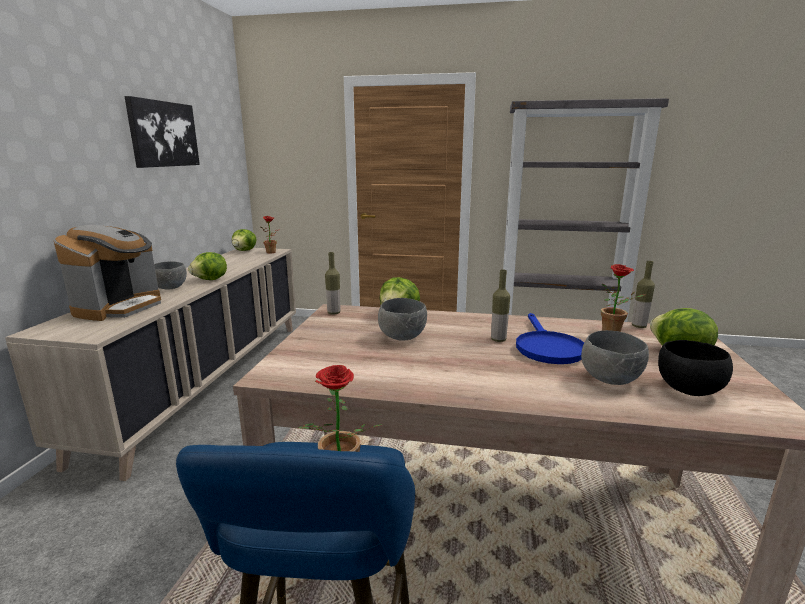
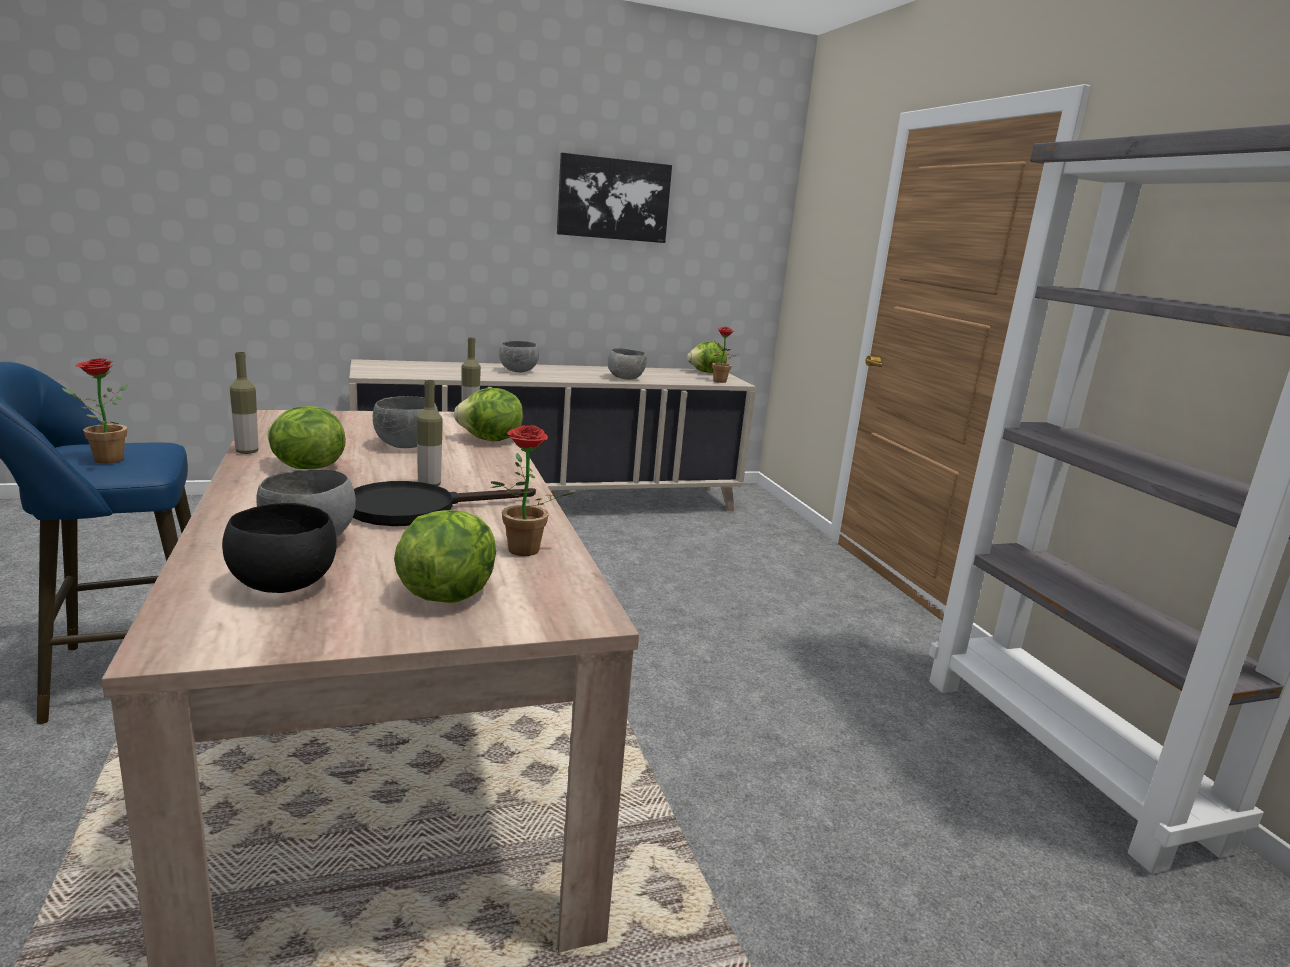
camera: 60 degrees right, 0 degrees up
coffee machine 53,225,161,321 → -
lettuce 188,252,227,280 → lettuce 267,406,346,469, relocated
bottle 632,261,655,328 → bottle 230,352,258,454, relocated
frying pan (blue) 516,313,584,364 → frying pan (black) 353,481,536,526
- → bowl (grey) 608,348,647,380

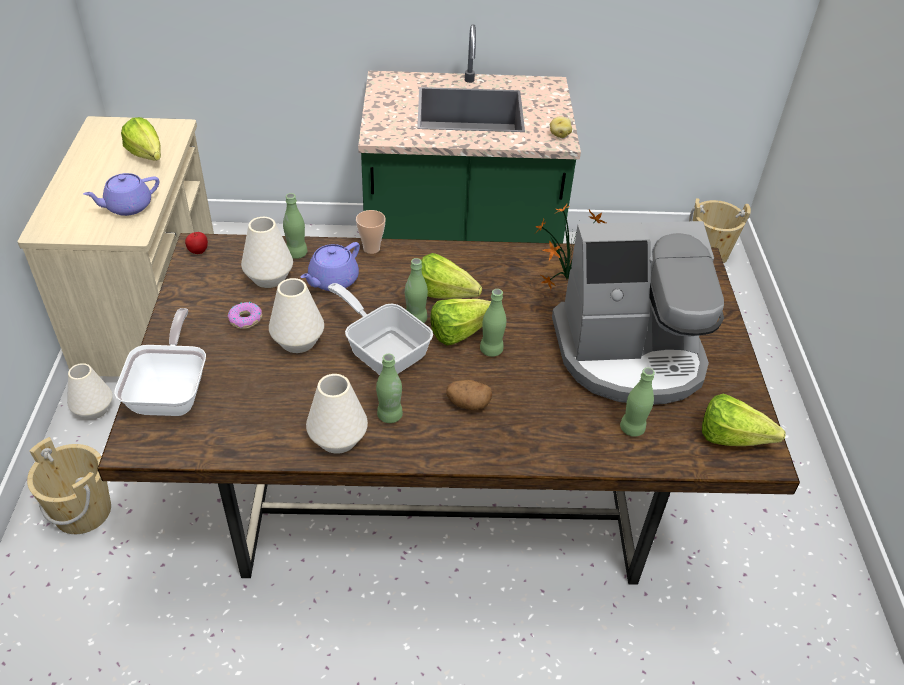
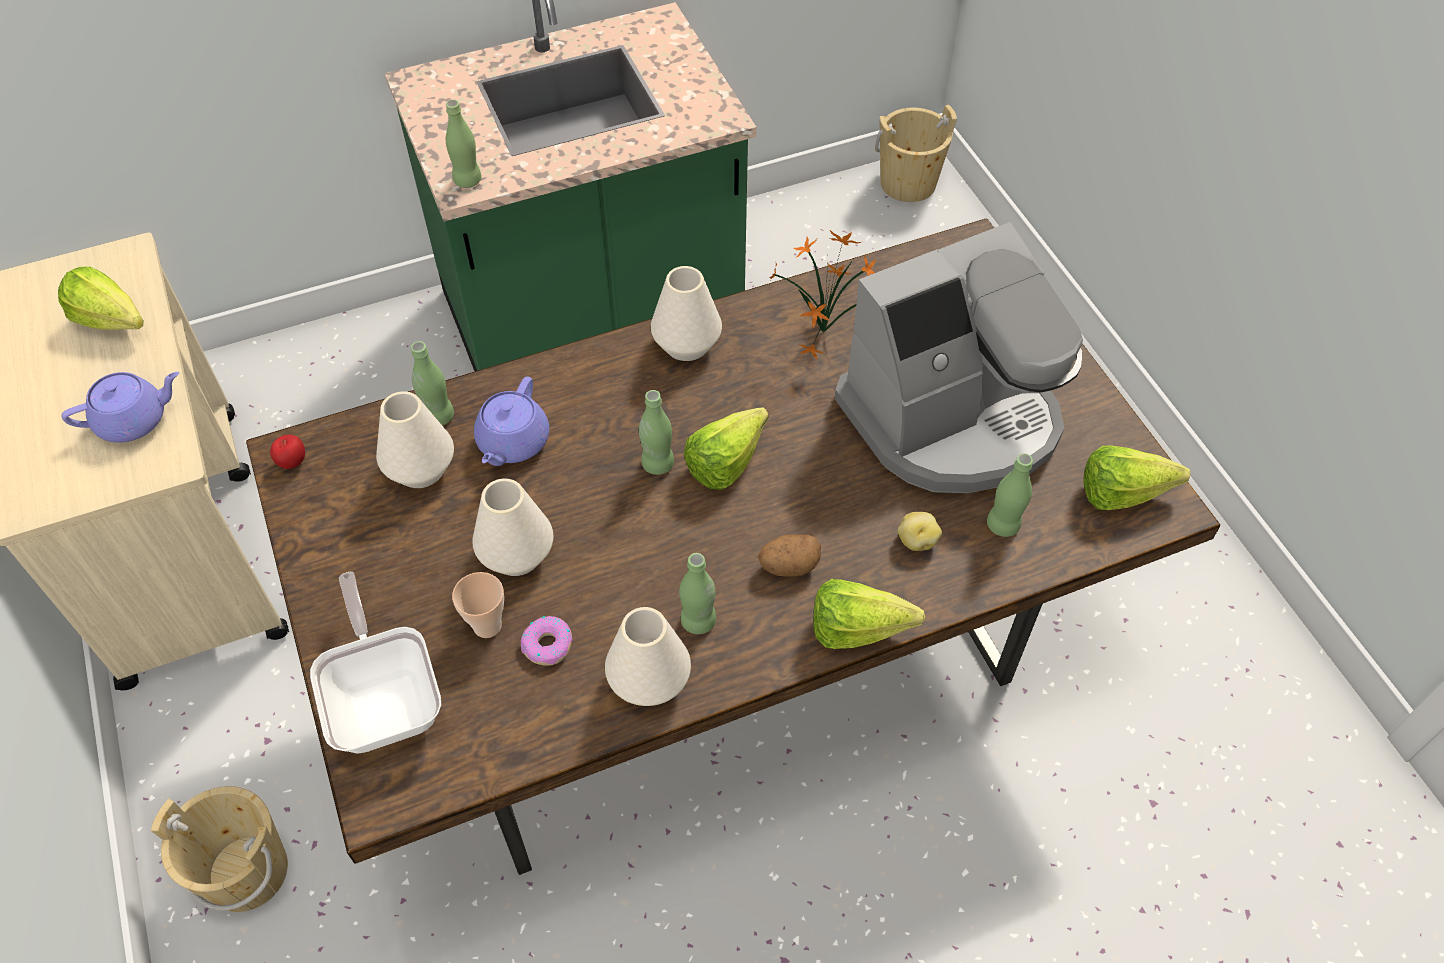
camera: 20 degrees left, 10 degrees up
potato 550,117,572,138 → potato 897,512,942,551, relocated
teapot (purple) 83,173,159,216 → teapot (purple) 61,372,179,443, 150 degrees counterclockwise
cup 356,210,386,254 → cup 452,572,504,638, relocated
lettuce 421,253,482,299 → lettuce 813,579,925,649, relocated
frying pan 328,283,433,375 → -
bottle (green) 480,289,506,357 → bottle (green) 446,99,482,188, relocated
donut 228,301,262,329 → donut 521,616,573,666, relocated
vase (white) 67,363,113,420 → vase (white) 651,266,722,361, relocated

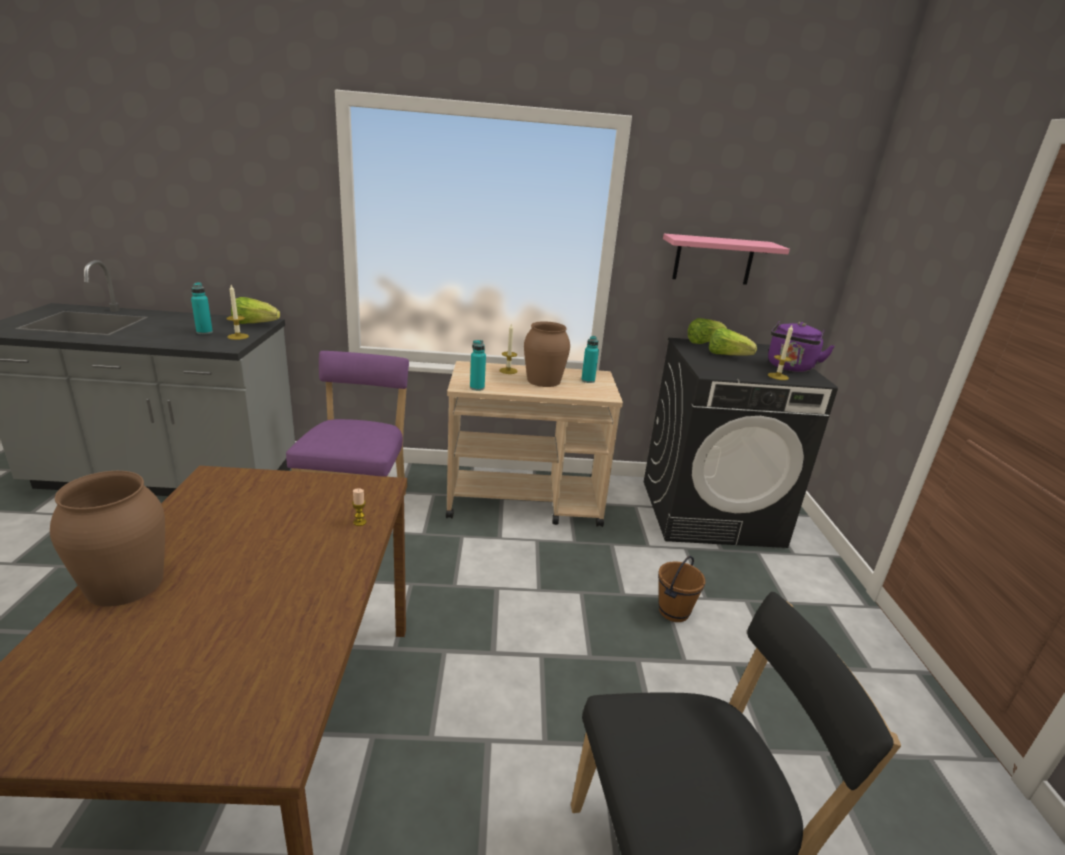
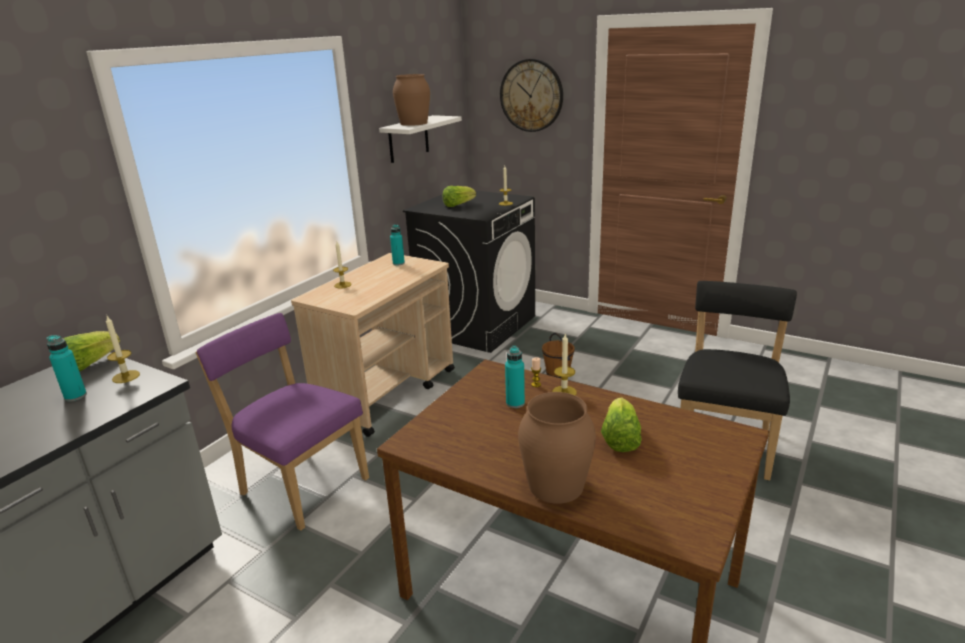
camera: 55 degrees left, 0 degrees up
shelf (pink) 663,234,790,285 → shelf (white) 379,115,462,163
lettuce 688,318,727,344 → lettuce 601,397,642,452, relocated
vase (brown) 524,321,570,387 → vase (brown) 393,74,430,126, relocated
kettle (purple) 768,321,835,372 → -
bottle (turquoise) 470,340,486,391 → bottle (turquoise) 505,346,525,408, relocated
- → wall clock 500,59,563,132
- → candle 552,333,577,395

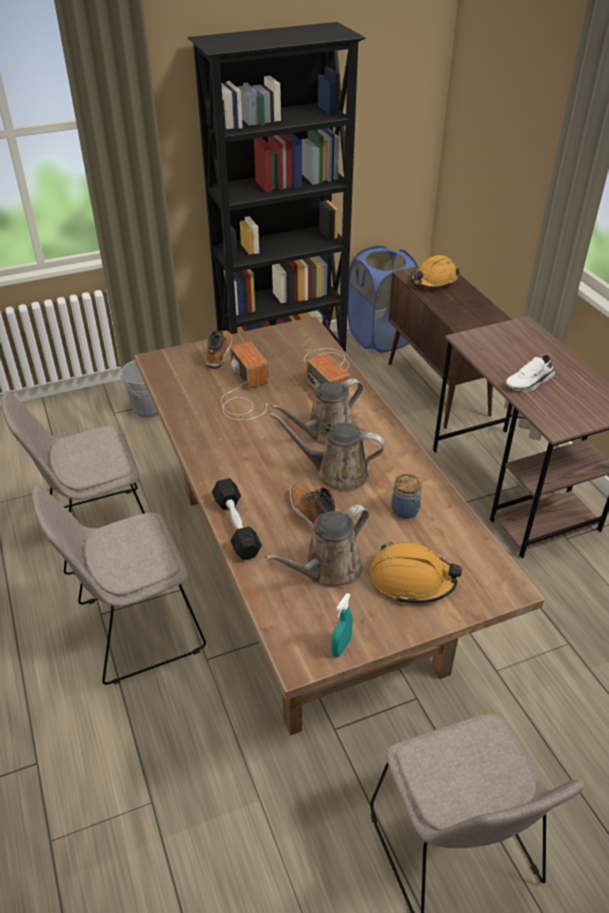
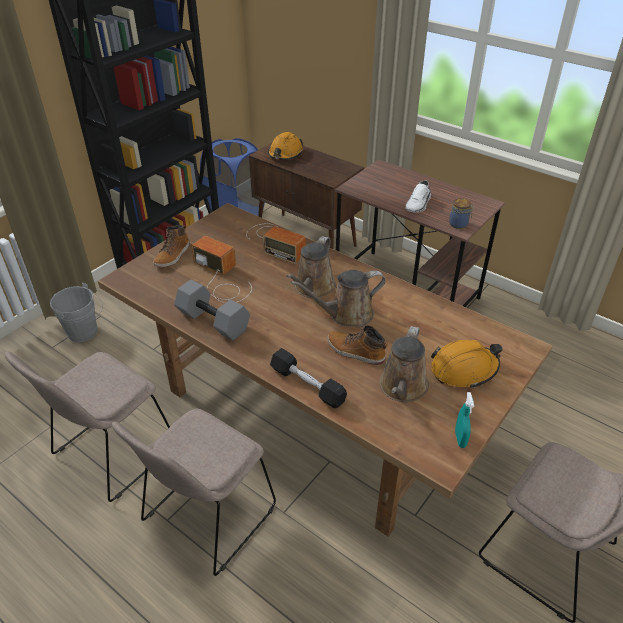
camera: 30 degrees left, 0 degrees up
boot 206,331,232,369 → boot 153,225,190,267, 135 degrees counterclockwise
jar 391,474,422,519 → jar 449,198,473,229, relocated
- → dumbbell (grey) 174,279,250,341

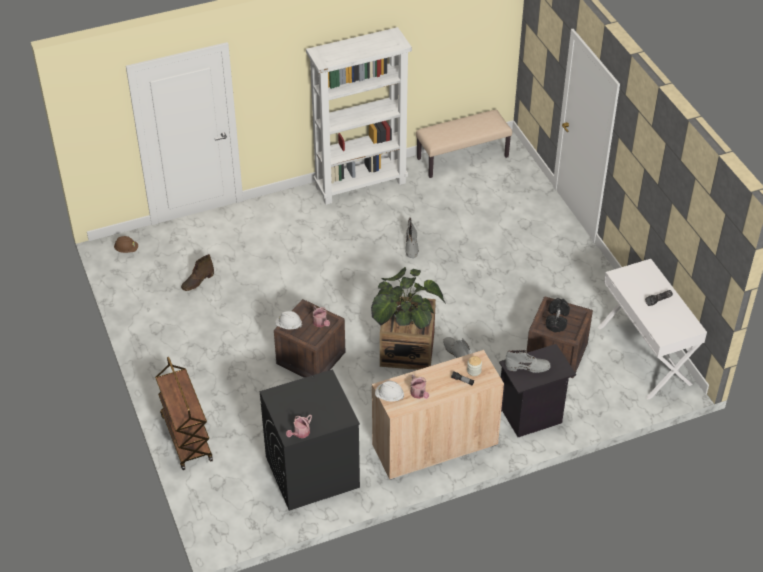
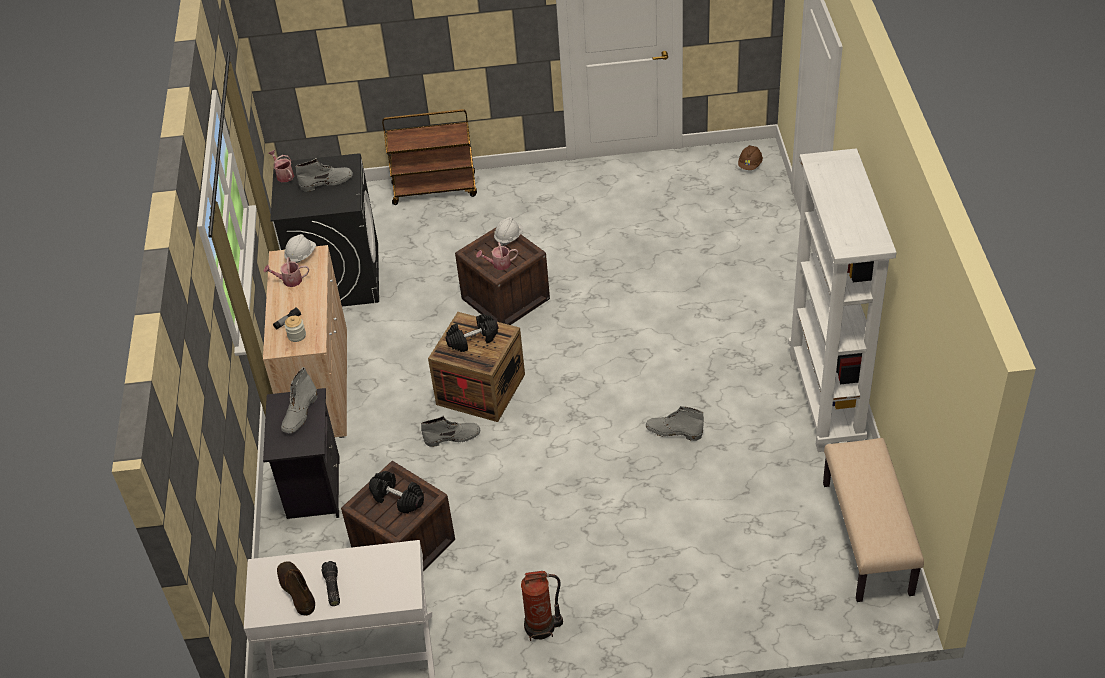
camera: 110 degrees right, 0 degrees up
boot (brown) 181,254,214,291 → boot (brown) 277,561,315,616, relocated
potted plant 371,267,445,329 → dumbbell (black) 445,314,498,352
- → boot (grey) 295,158,353,192
- → fire extinguisher 521,571,563,641

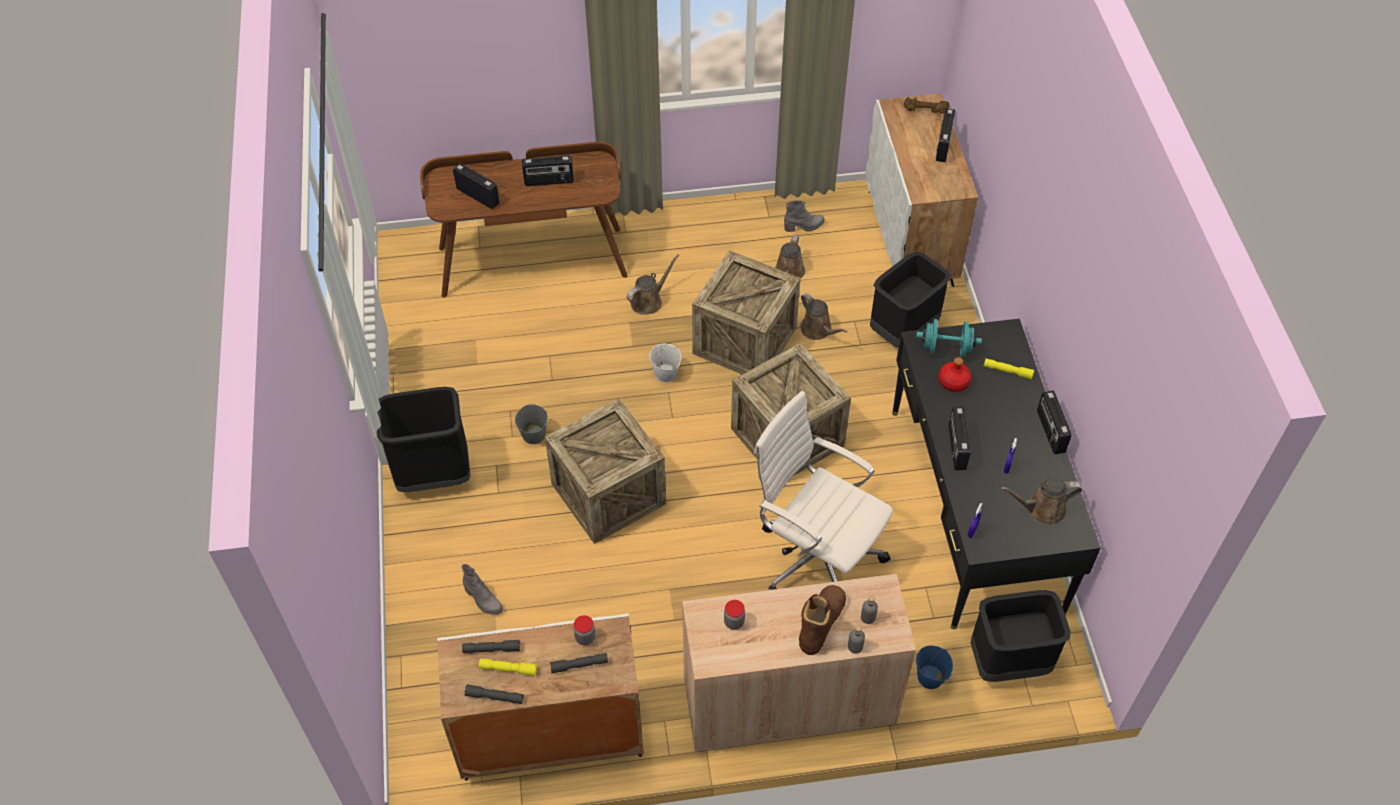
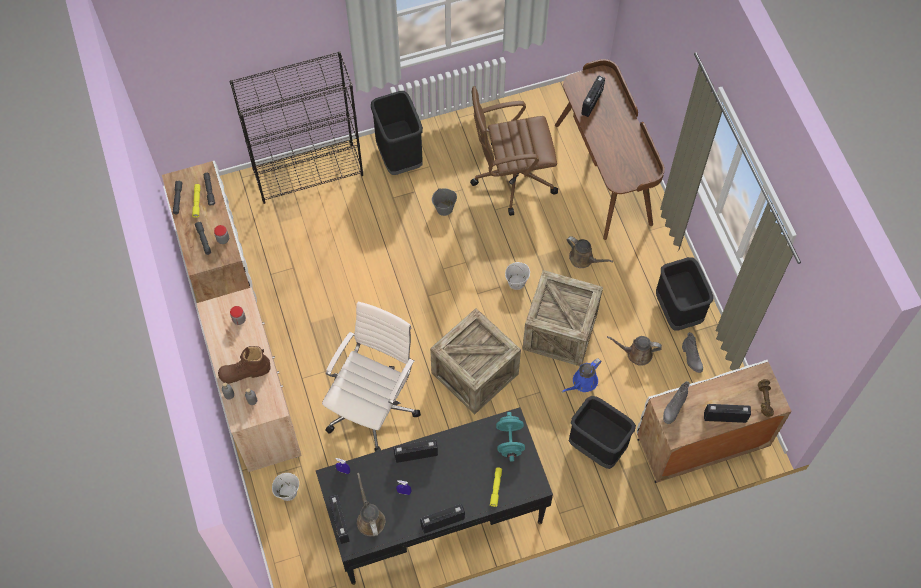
camera: 80 degrees right, 10 degrees up
radio 522,155,574,186 → radio 329,494,350,544, relocated
watering can (brown) 800,293,847,340 → watering can (blue) 562,358,602,393
bottle (red) 938,357,972,392 → -
crate 545,398,666,544 → -
boot (grey) 461,564,503,615 → boot (grey) 663,381,690,424, relocated
boot (brown) 799,585,846,655 → boot (brown) 218,346,271,384, 150 degrees clockwise
trash can (black) 971,590,1071,682 → trash can (black) 656,257,713,331, relocated
bucket (blue) 916,645,953,689 → bucket (white) 272,473,299,501
- → bookcase (black) 230,51,363,204
- → office chair (brown) 470,86,558,216

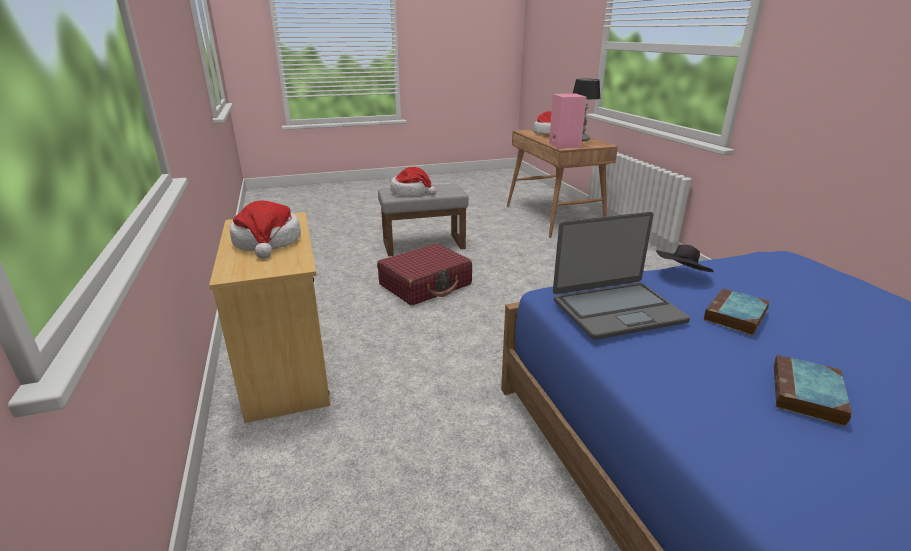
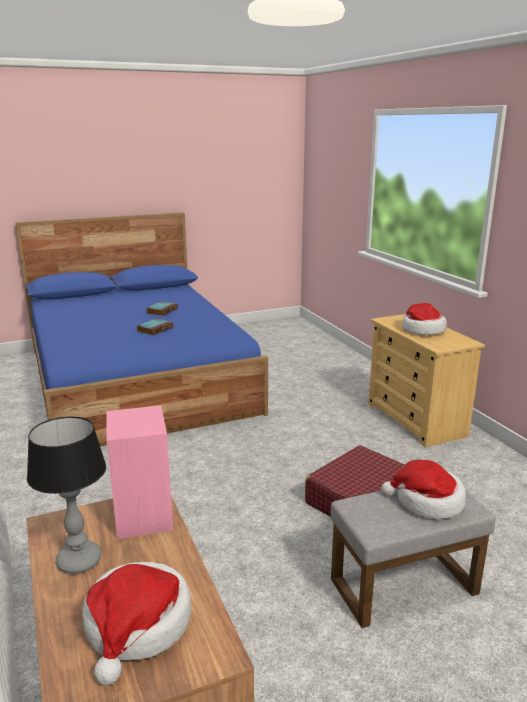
camera: 175 degrees right, 5 degrees down
laptop 553,212,690,340 → -
hat (black) 656,245,713,272 → -

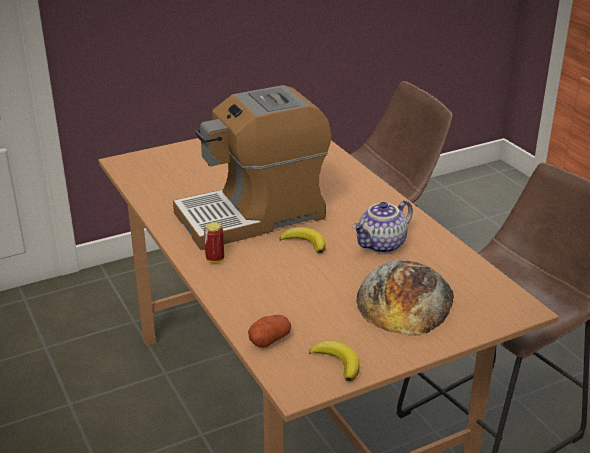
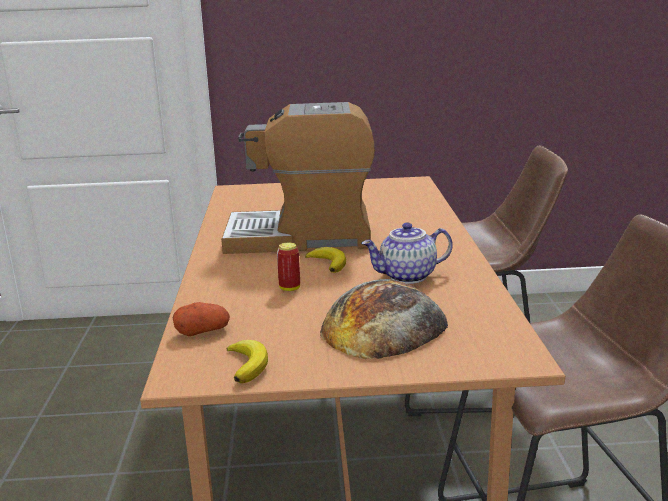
camera: 25 degrees right, 10 degrees down
can 204,222,224,263 → can 277,243,300,291, relocated

